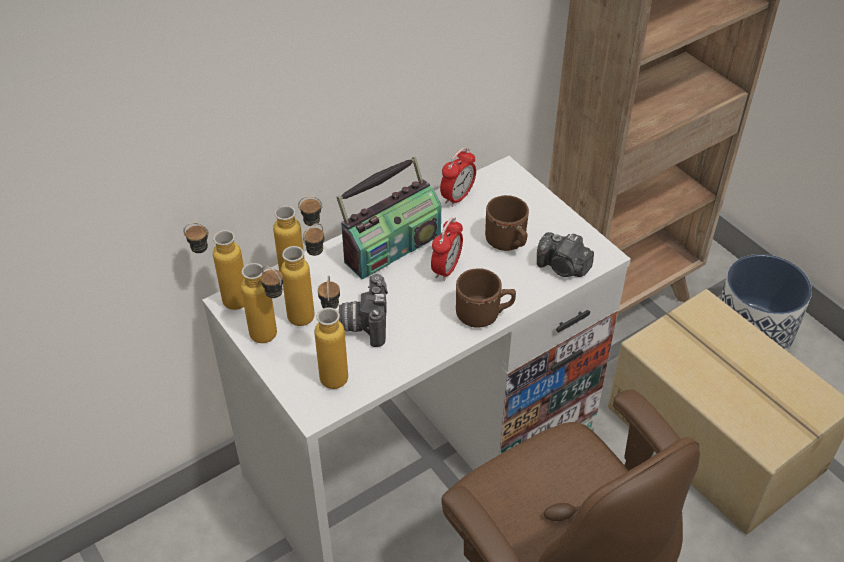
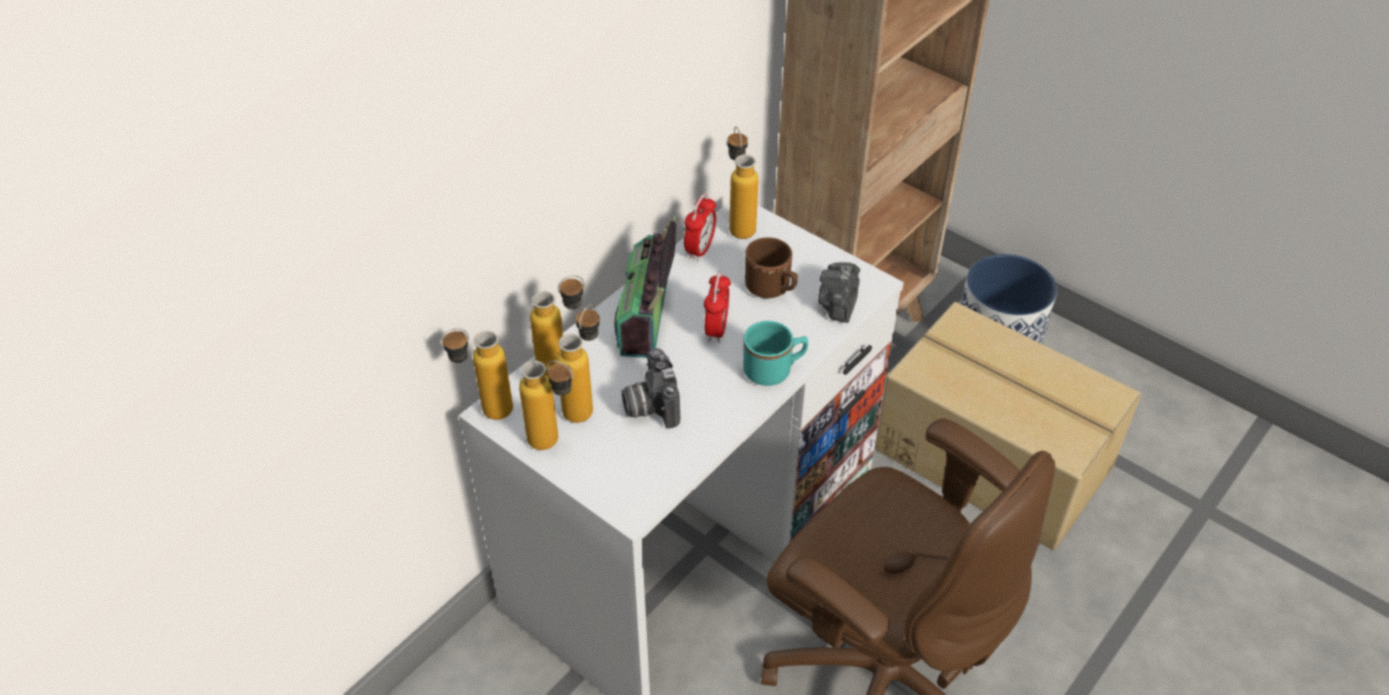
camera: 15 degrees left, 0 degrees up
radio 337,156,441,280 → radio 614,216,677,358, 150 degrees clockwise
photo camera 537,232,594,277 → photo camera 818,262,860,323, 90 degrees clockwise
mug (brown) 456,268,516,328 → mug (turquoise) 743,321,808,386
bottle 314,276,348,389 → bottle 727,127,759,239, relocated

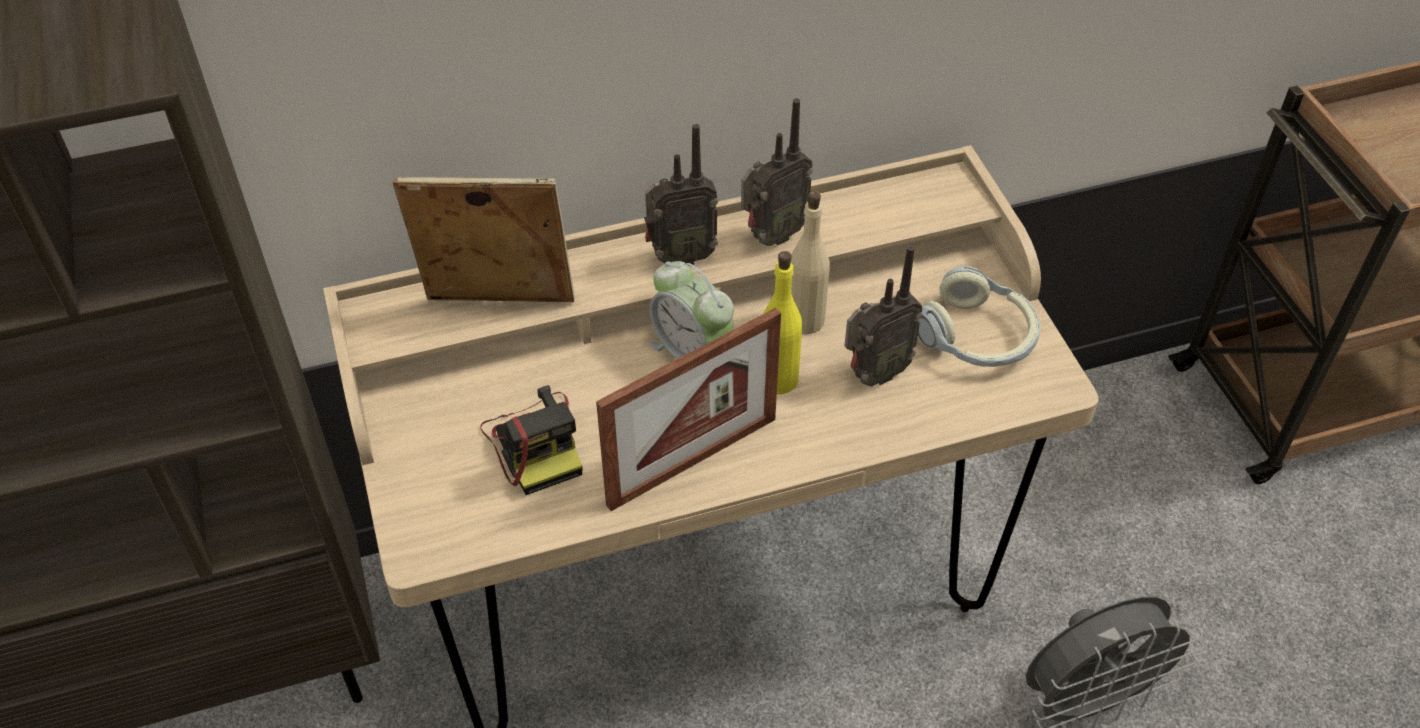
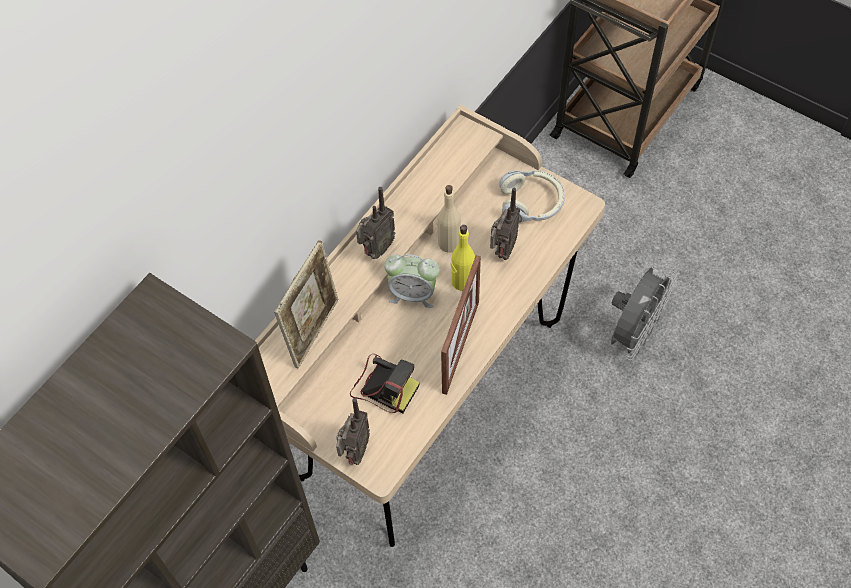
camera: 35 degrees left, 10 degrees up
radio 741,98,813,246 → radio 336,398,370,465, relocated
picture frame 392,177,575,302 → picture frame 274,240,338,368, 150 degrees clockwise

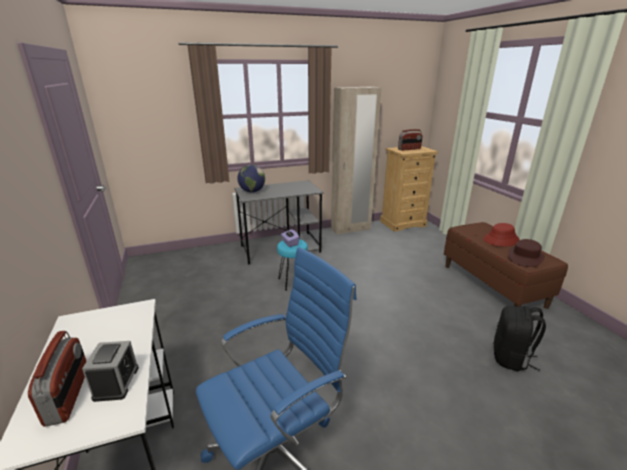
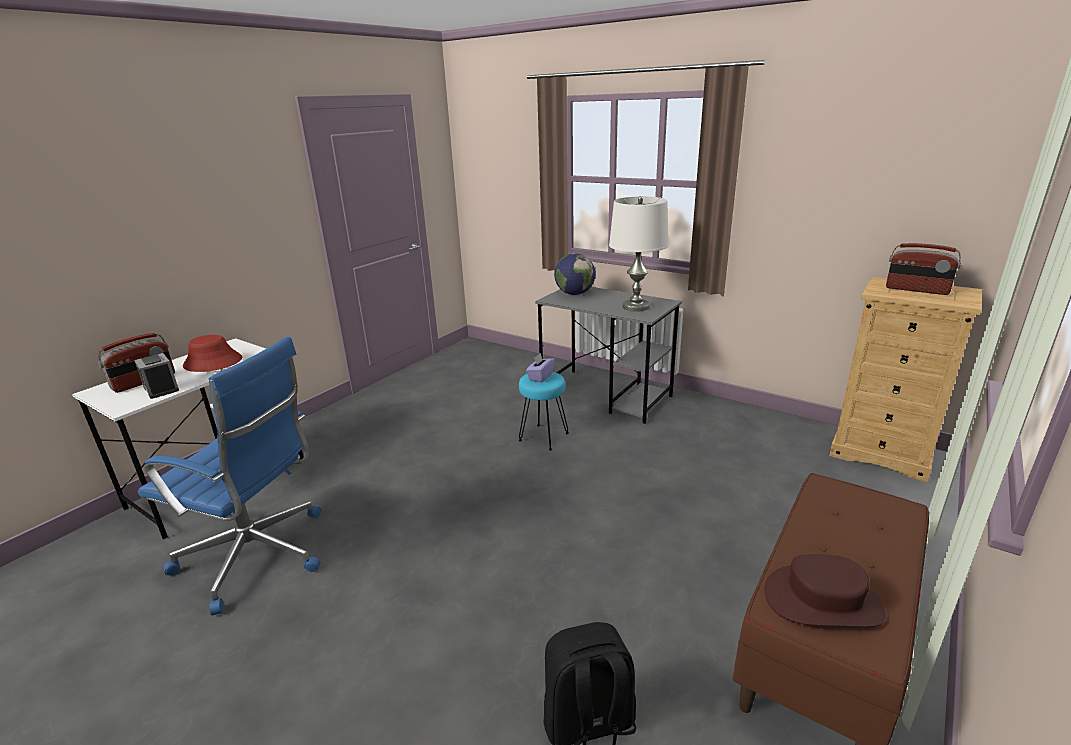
camera: 55 degrees right, 0 degrees up
wardrobe (beige) 331,87,381,235 → -
hat (red) 484,223,519,247 → hat (red) 183,335,242,372, relocated
alarm clock 82,341,139,402 → alarm clock 134,353,179,399, 90 degrees clockwise
- → table lamp (white) 609,196,669,312

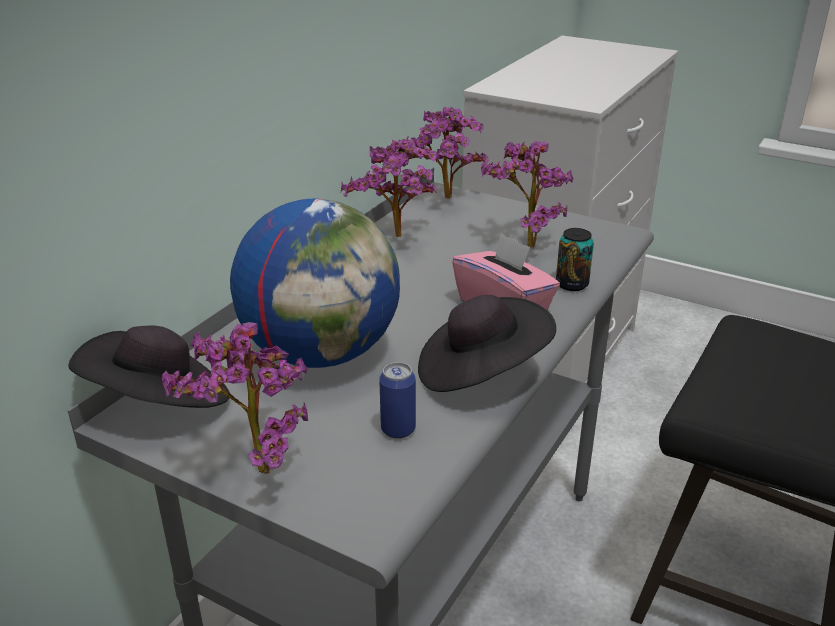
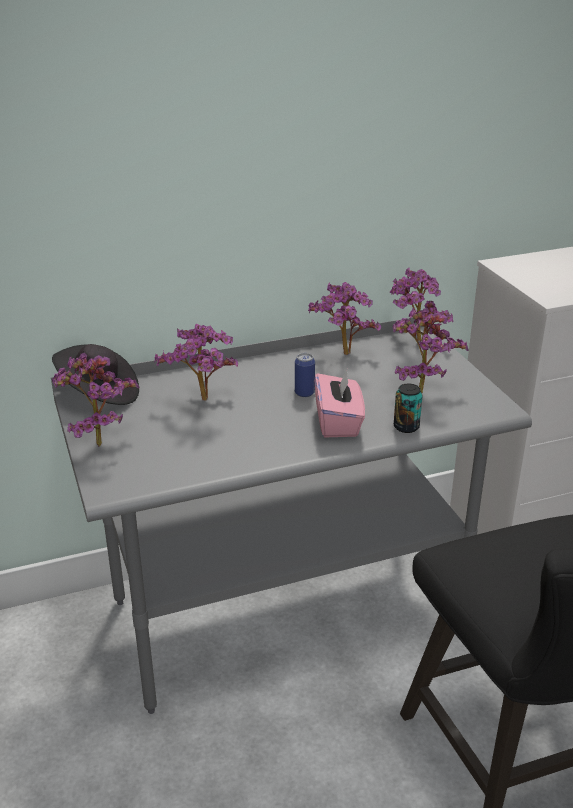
camera: 40 degrees right, 0 degrees up
globe 230,199,400,368 → potted plant 154,324,238,400
hat (black) 418,295,556,392 → -
can 379,362,416,439 → can 295,353,315,397, relocated

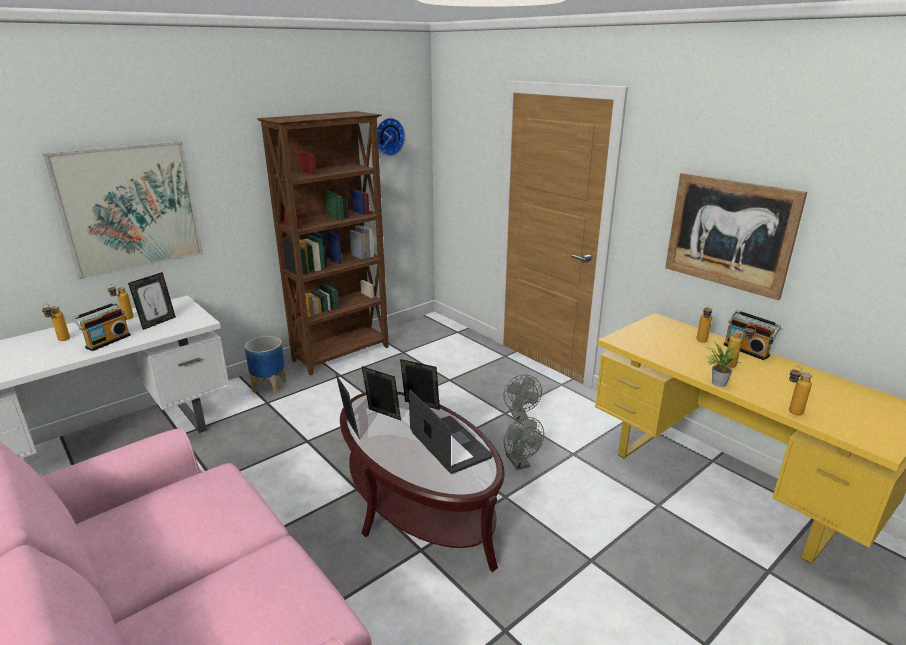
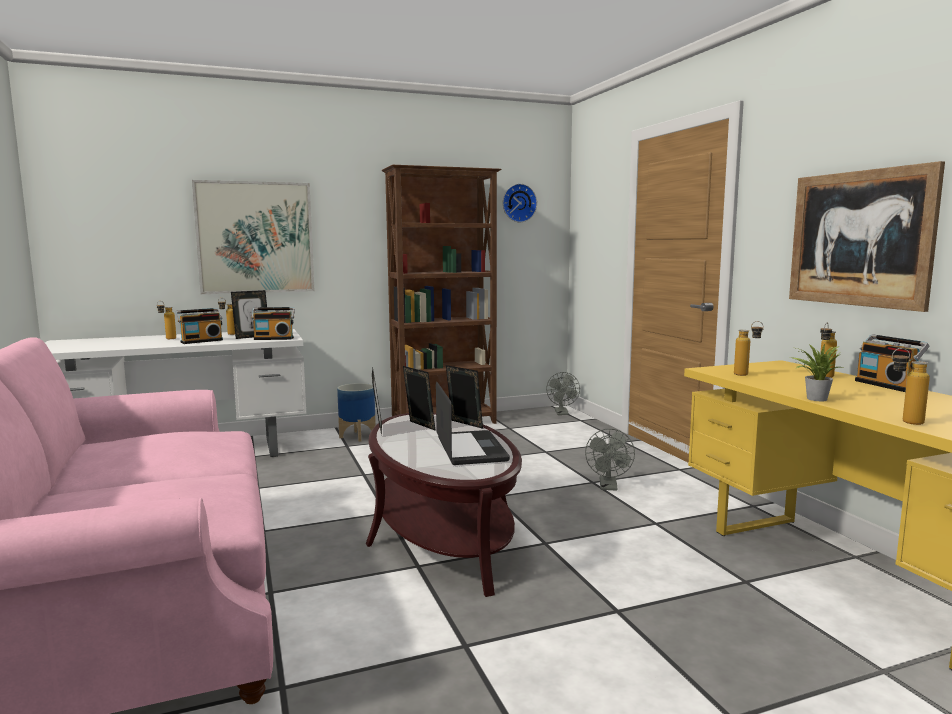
camera: 20 degrees right, 15 degrees down
bottle 727,325,756,368 → bottle 734,321,764,376, relocated
fan (grey) 504,417,544,470 → fan (grey) 546,372,580,415, relocated
- → radio 251,307,295,340

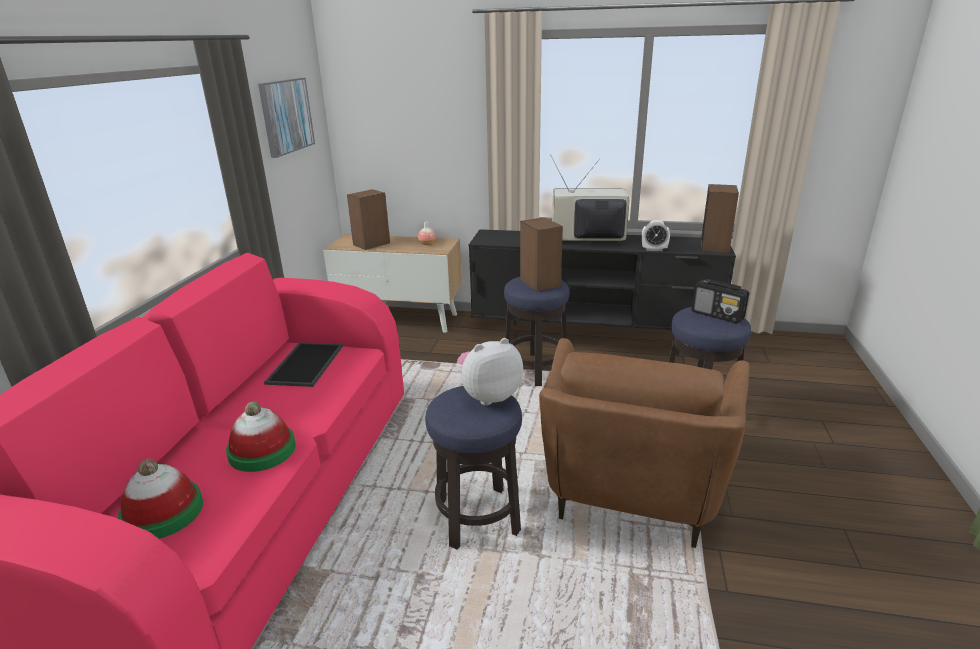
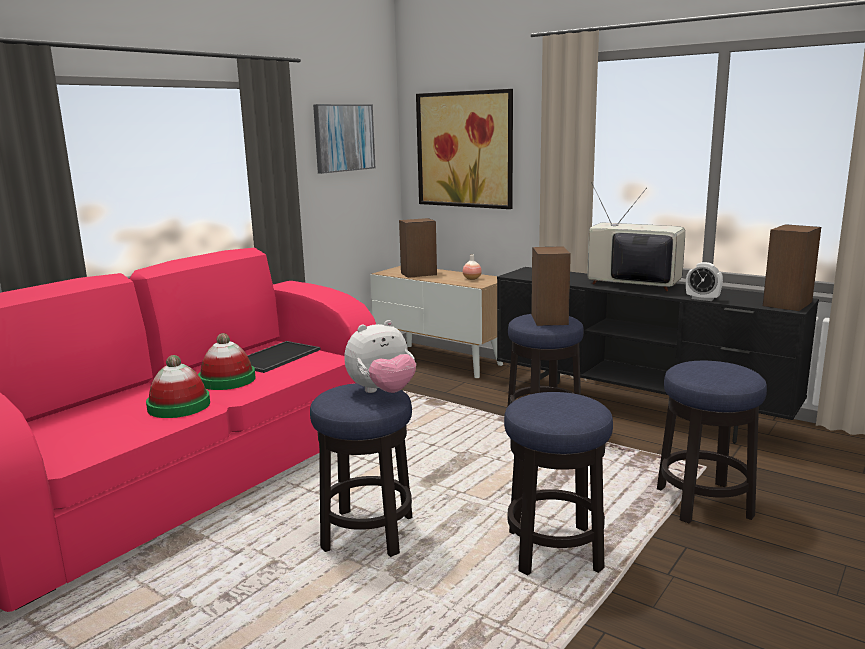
camera: 25 degrees right, 10 degrees down
radio 692,279,749,324 → -
plush toy 457,338,523,406 → plush toy 344,320,416,393, 150 degrees clockwise
armchair (brown) 539,338,749,548 → stool 504,392,613,575
hat 118,459,203,539 → hat 198,333,256,390, relocated
- → picture 416,89,513,209

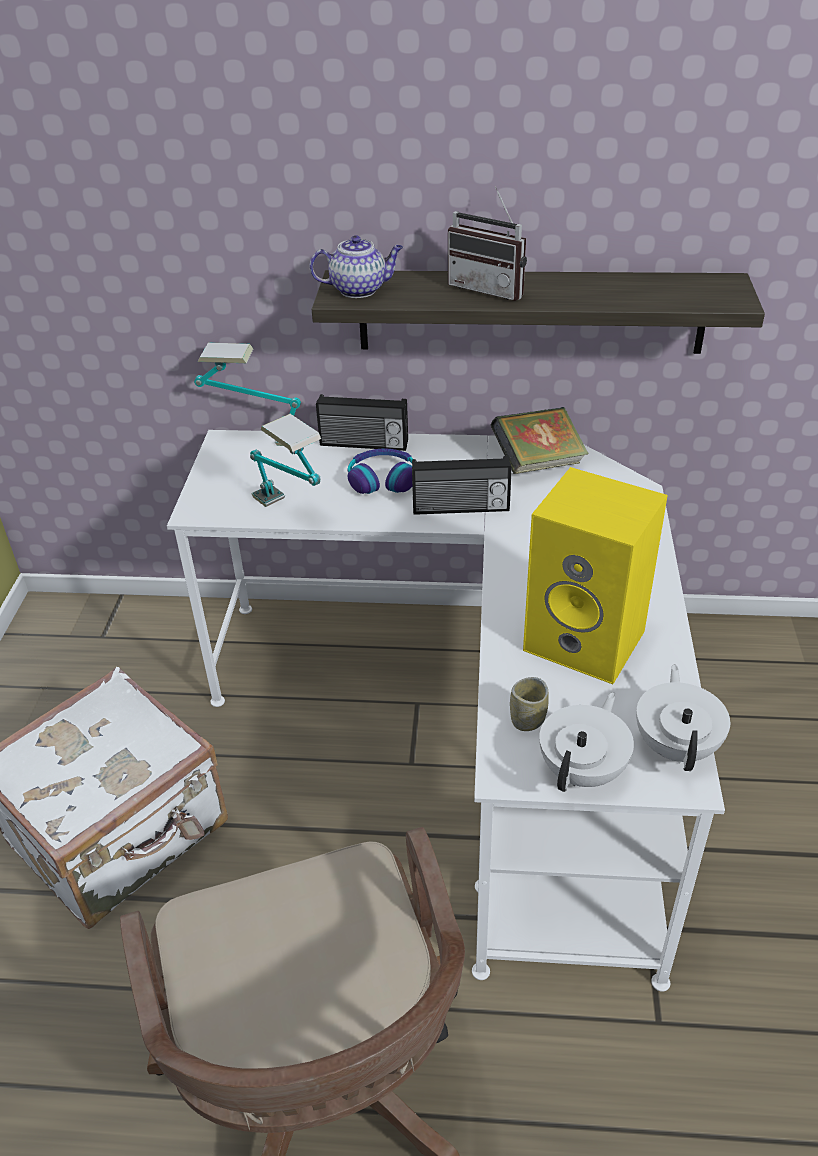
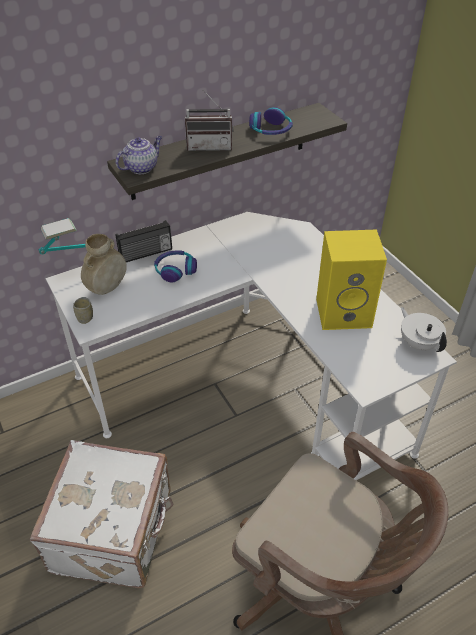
camera: 35 degrees left, 5 degrees up
book 490,407,589,474 → -
table lamp 250,414,321,507 → -
radio 412,456,512,515 → -
cup 510,677,548,731 → cup 73,297,93,324, relocated
teapot (white) 539,692,634,792 → -
- → headphones 249,107,293,135
- → vase (beige) 81,234,127,295

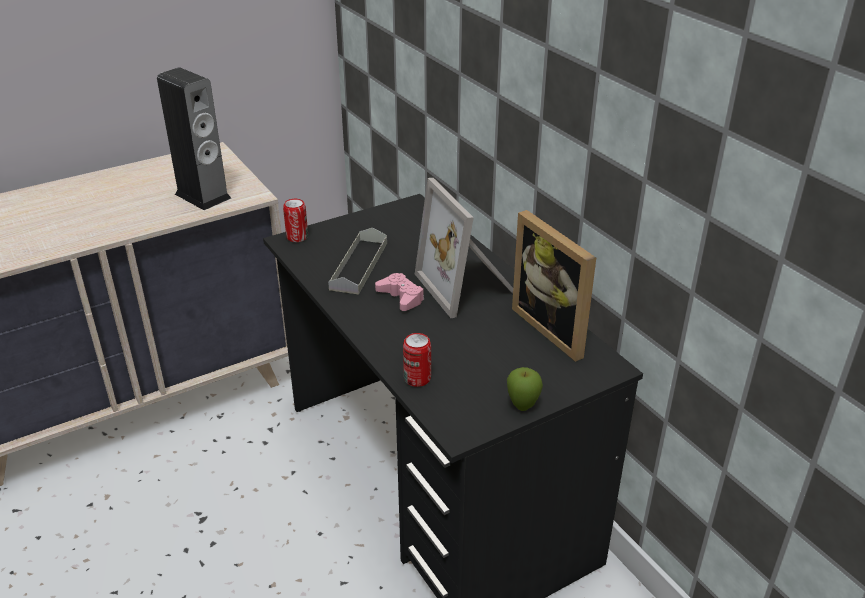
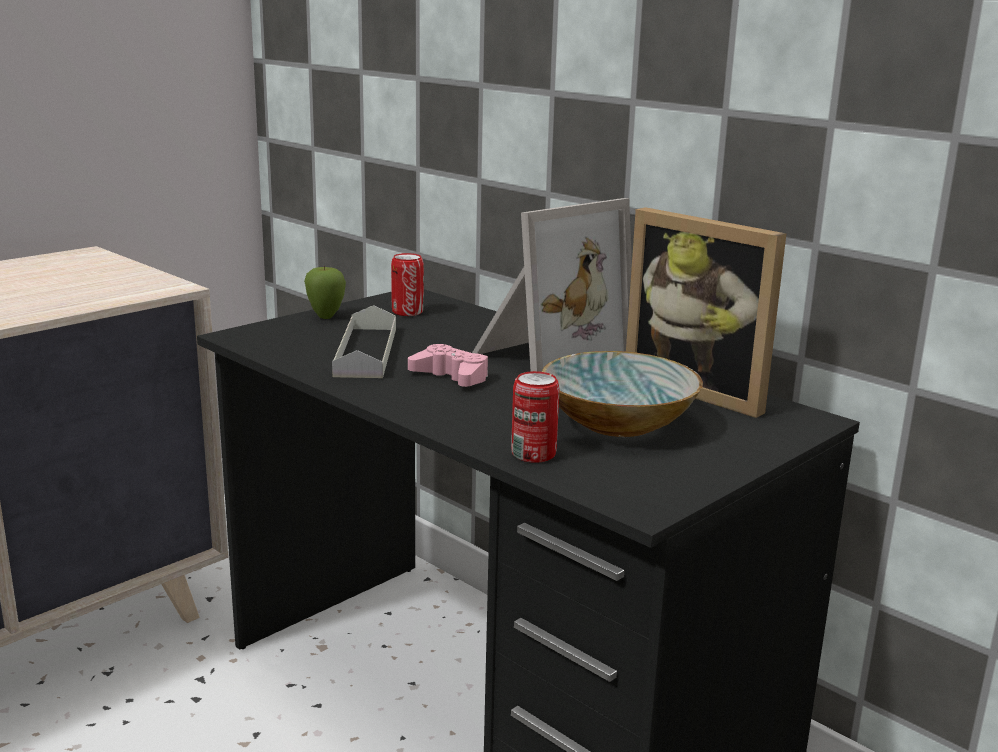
camera: 15 degrees left, 15 degrees down
speaker 157,67,231,210 → -
picture frame 415,178,513,318 → picture frame 472,198,632,372, 90 degrees counterclockwise
can 283,199,308,242 → can 391,253,424,316, relocated
apple 507,367,543,411 → apple 304,265,346,319, relocated
- → bowl 542,351,703,437

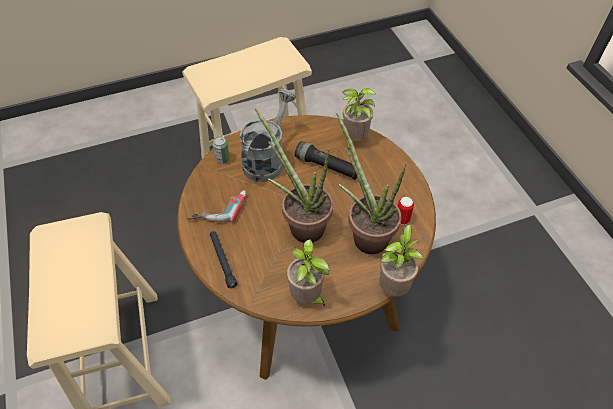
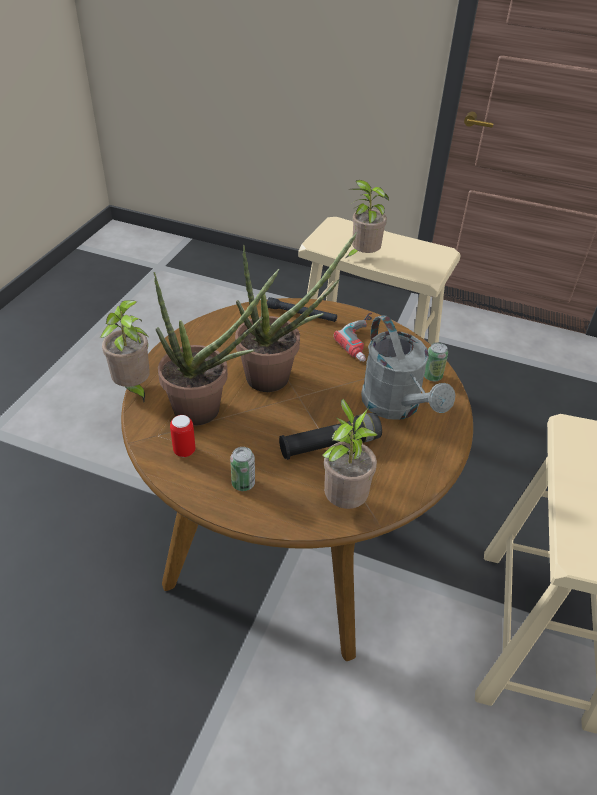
camera: 130 degrees right, 10 degrees down
potted plant 287,239,329,307 → potted plant 346,180,389,258, relocated
- → can 230,447,255,491

